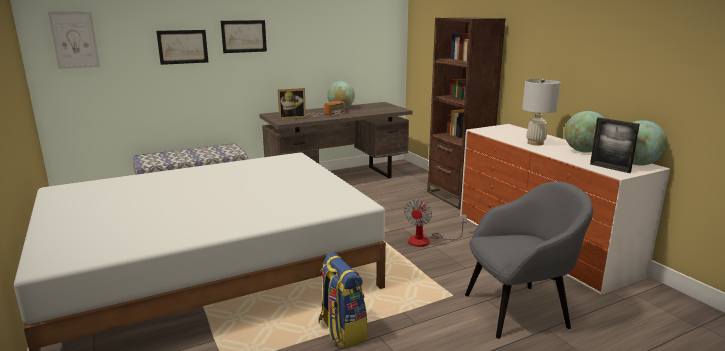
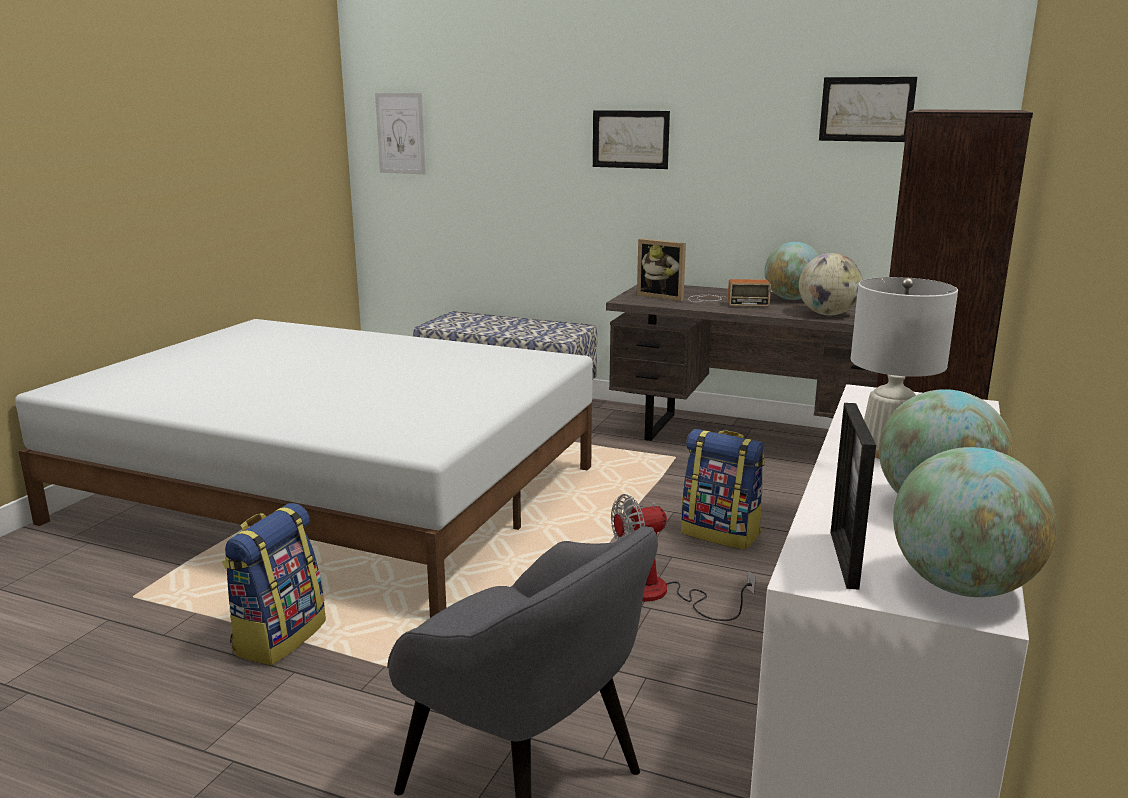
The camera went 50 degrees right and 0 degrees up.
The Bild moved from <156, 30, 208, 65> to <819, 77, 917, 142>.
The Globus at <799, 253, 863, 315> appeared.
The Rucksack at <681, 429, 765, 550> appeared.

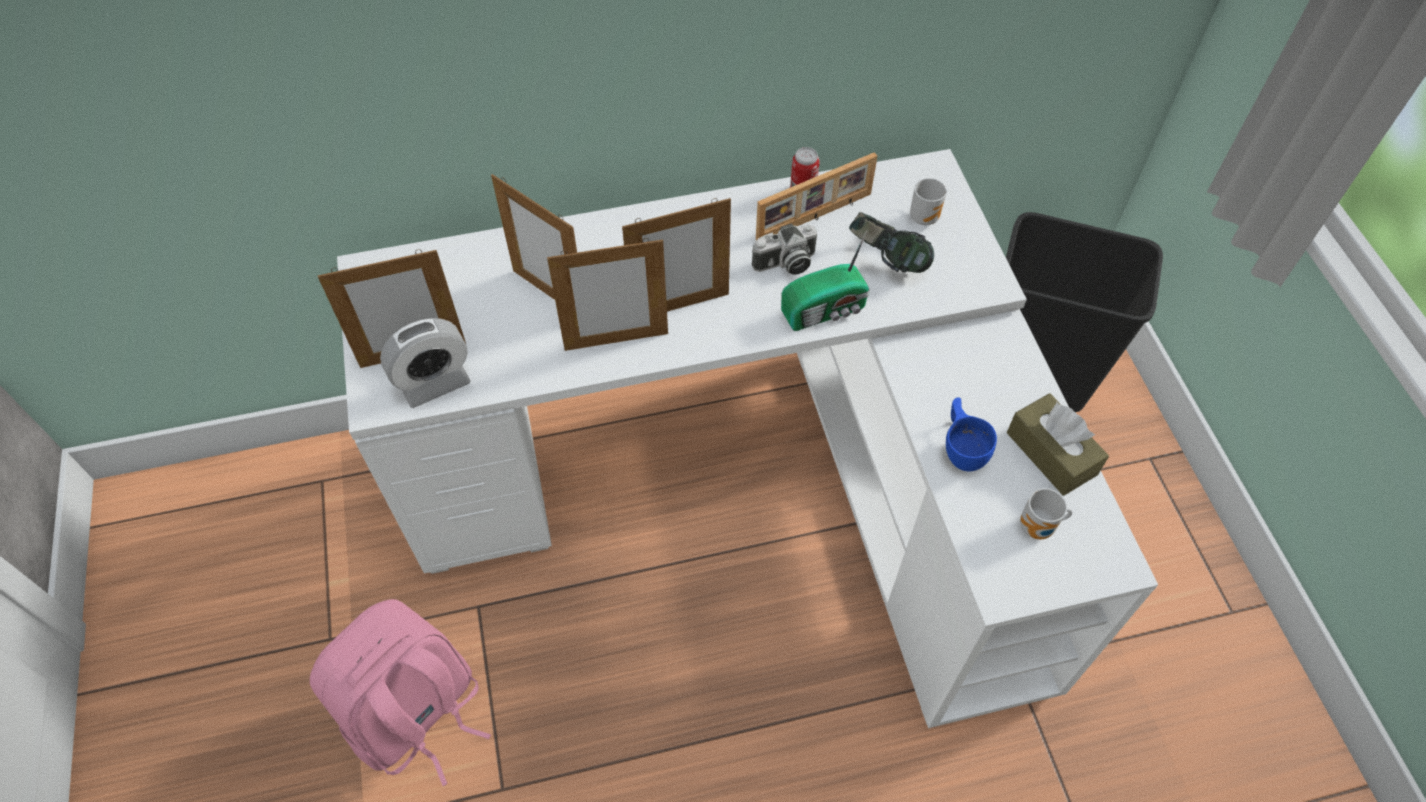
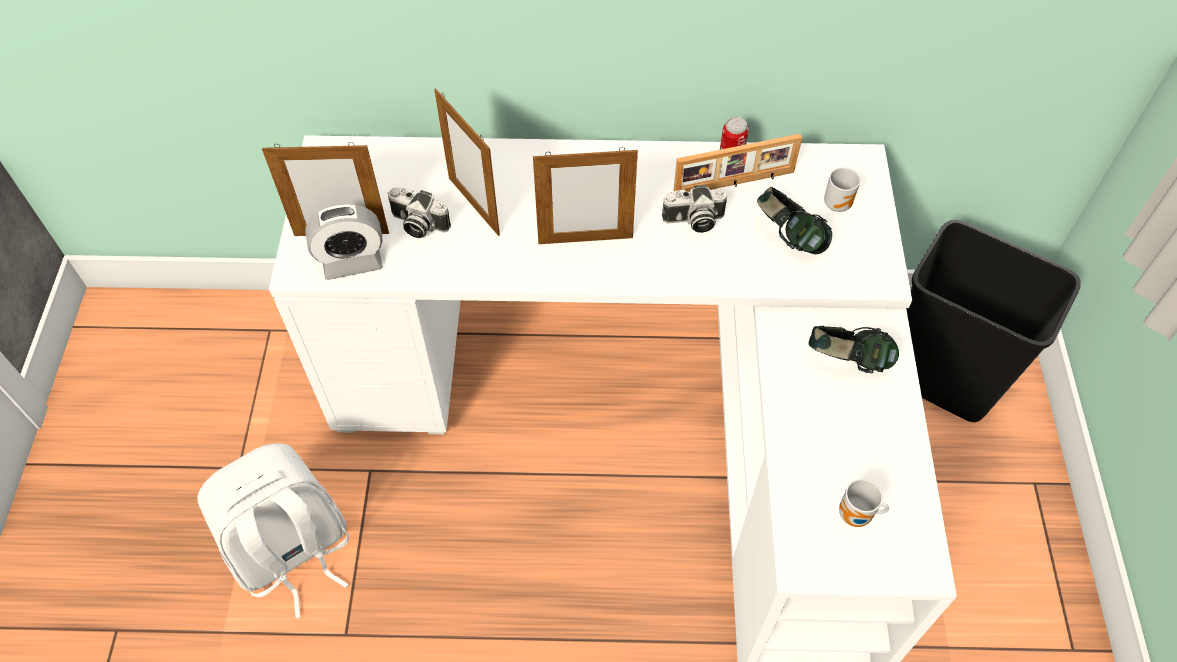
The camera went 15 degrees right and 0 degrees up.
The Radio at <781, 230, 870, 331> disappeared.
The Bilderrahmen at <547, 238, 668, 351> disappeared.
The Taschentuchbox (braun) at <1007, 393, 1109, 496> disappeared.
The Tasse (blau) at <946, 397, 997, 471> disappeared.
The Rucksack (rosa) at <310, 599, 491, 786> became the Rucksack (weiß) at <197, 443, 349, 618>.
The Kamera at <387, 188, 451, 238> appeared.
The Kopfhörer at <809, 326, 899, 373> appeared.

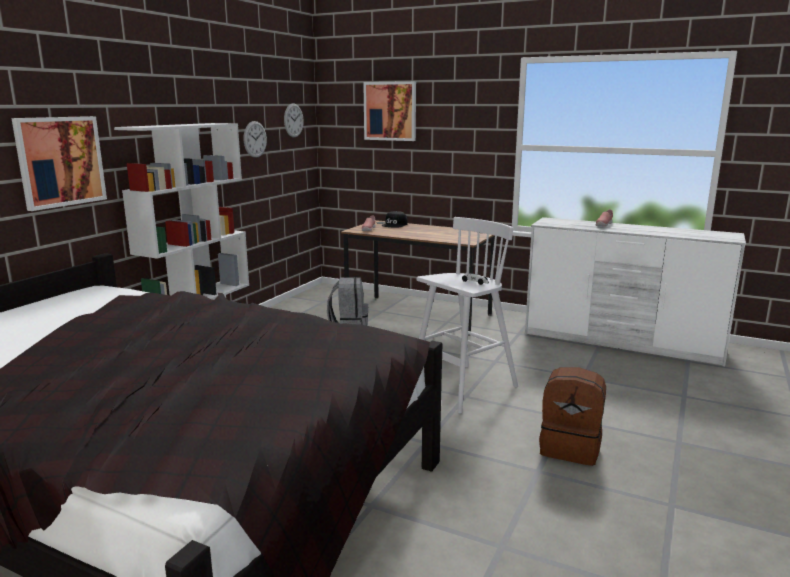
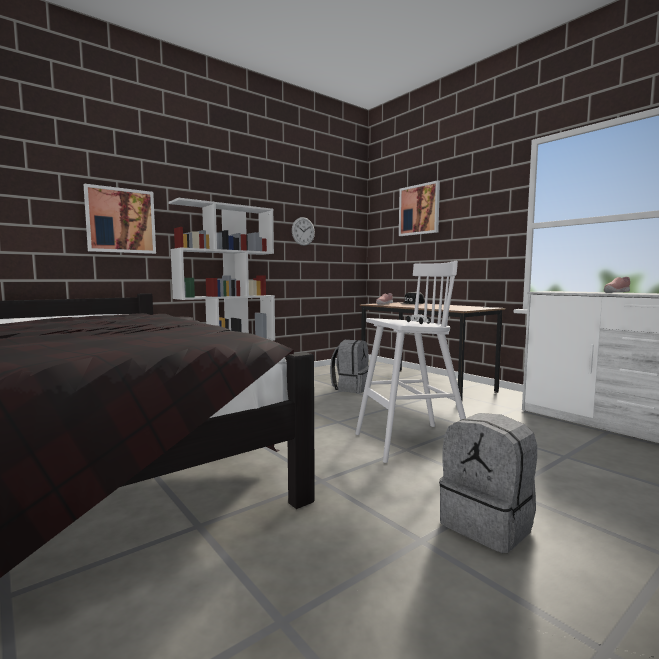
The camera went 25 degrees right and 10 degrees down.
The Wanduhr at <284, 103, 304, 137> disappeared.
The Rucksack (braun) at <539, 367, 606, 466> became the Rucksack (grau) at <439, 413, 537, 553>.

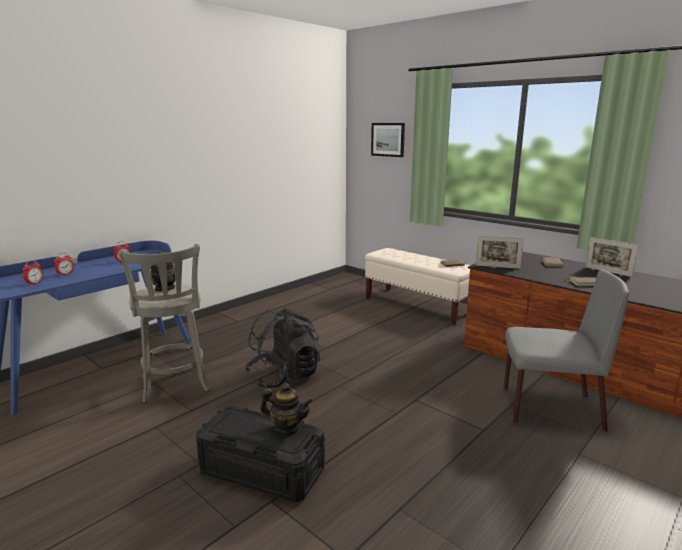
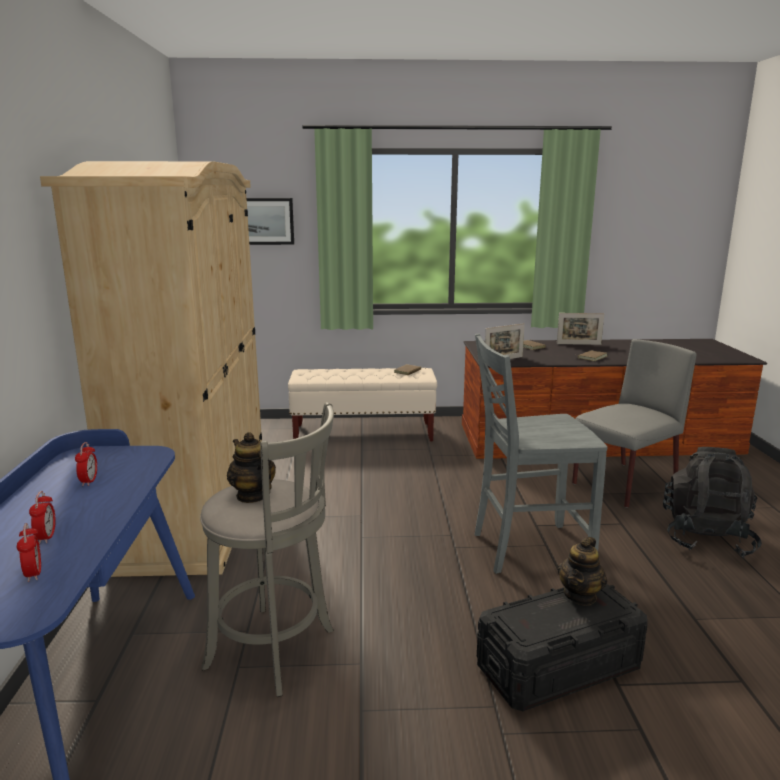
The camera went 45 degrees left and 0 degrees up.
The Rucksack (schwarz) moved from <245, 307, 320, 388> to <663, 447, 762, 558>.
The Teekanne at <260, 383, 313, 435> turned 150 degrees clockwise.
The Kleiderschrank (beige) at <40, 161, 262, 577> appeared.
The Stuhl (grau) at <475, 333, 607, 574> appeared.

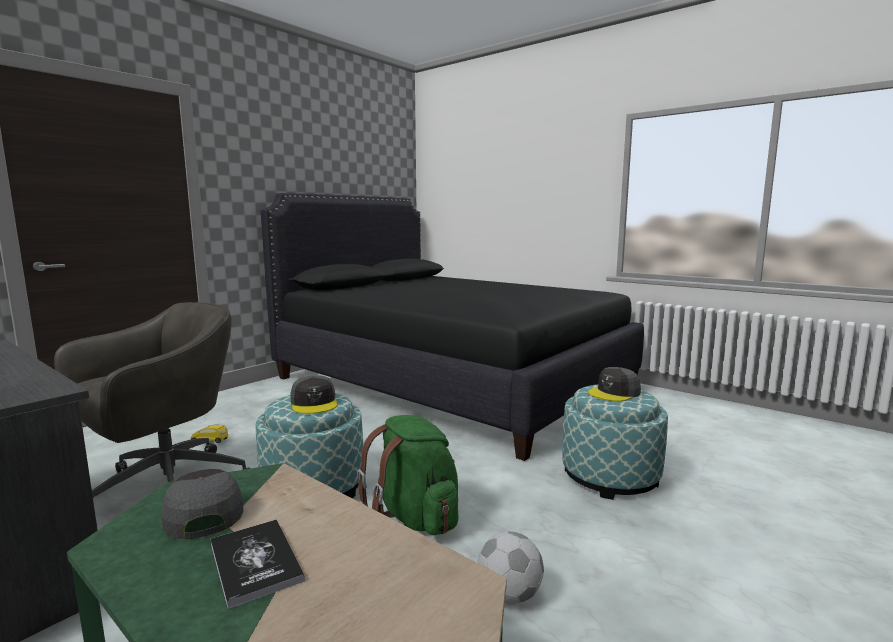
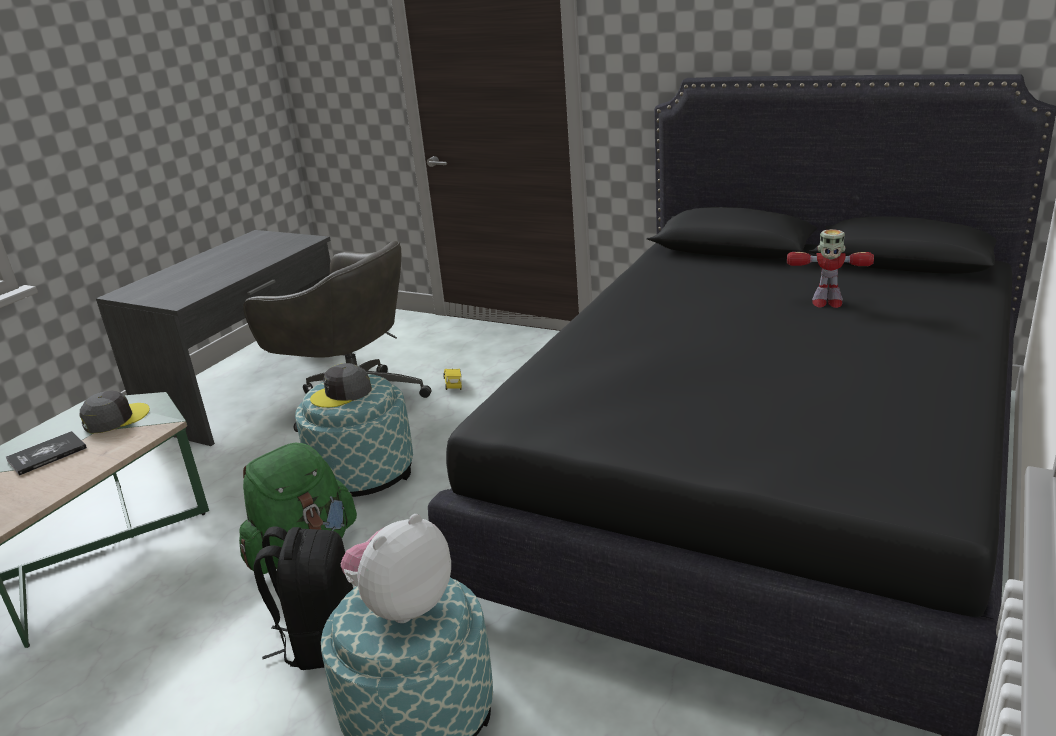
The camera went 80 degrees right and 15 degrees up.
The Kappe (grau) at <588, 367, 641, 401> was replaced by the Plüschtier at <341, 514, 451, 623>.
The Fußball at <477, 531, 544, 605> disappeared.
The Spielzeugroboter at <787, 229, 874, 308> appeared.
The Rucksack (schwarz) at <253, 526, 353, 670> appeared.

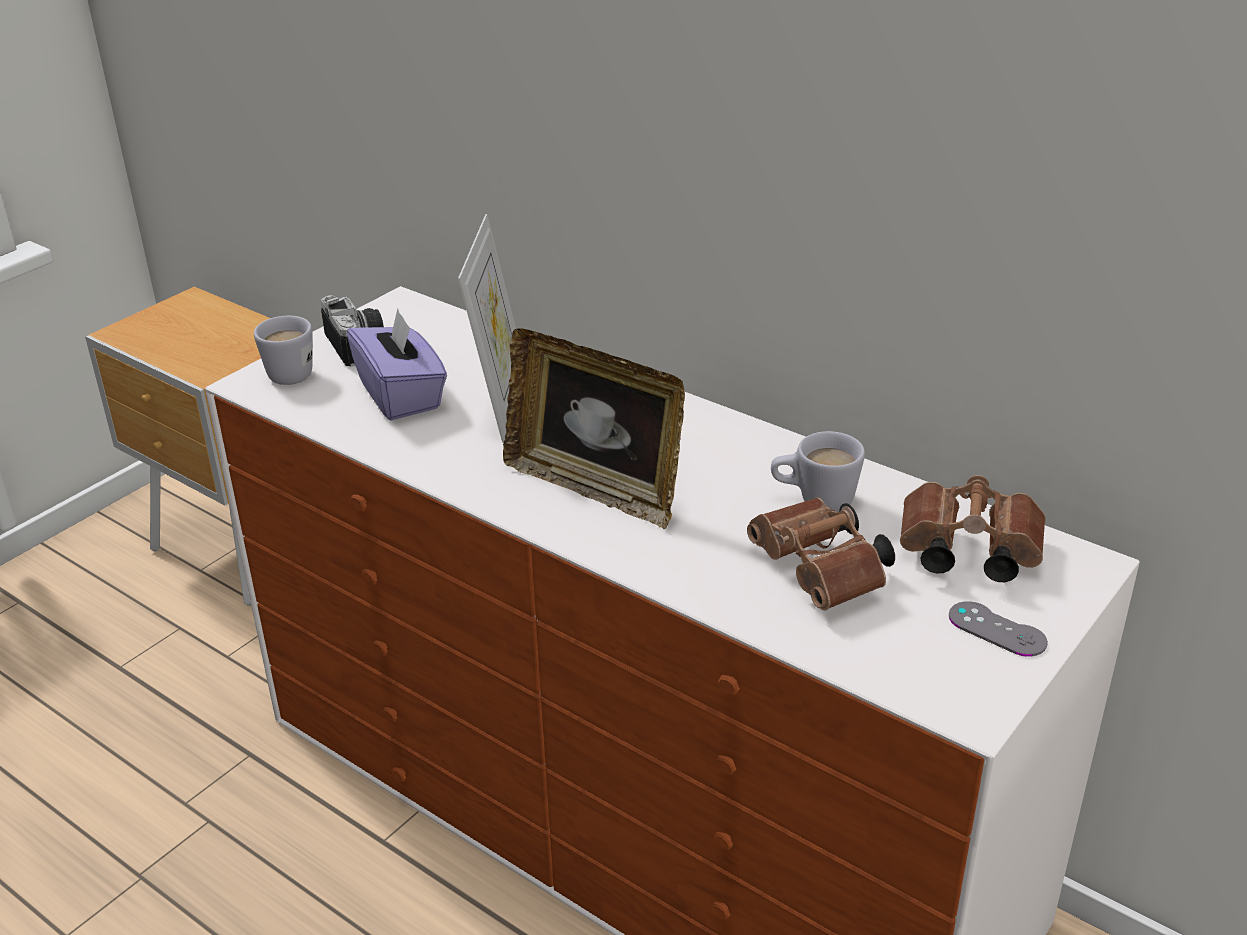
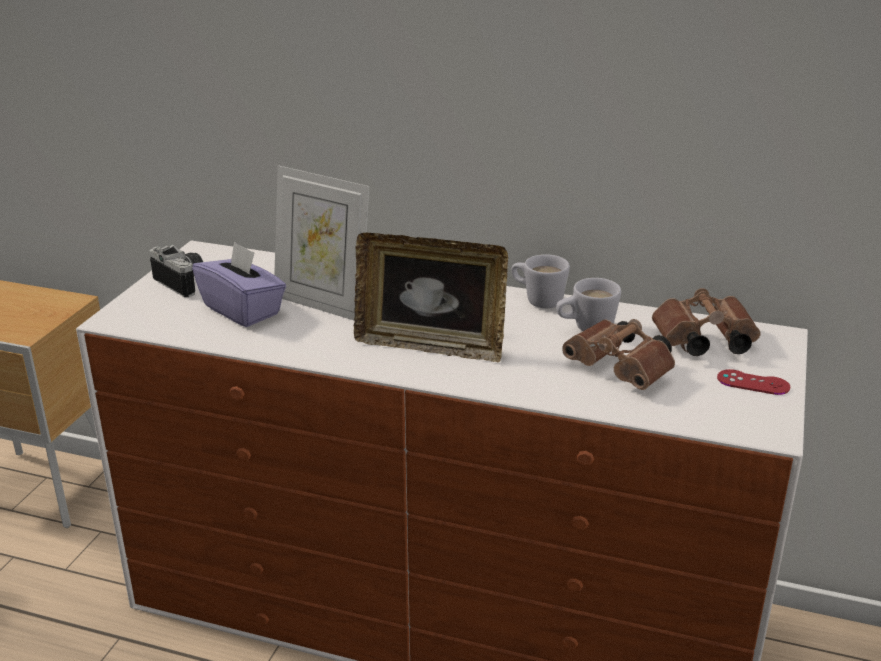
The camera went 20 degrees left and 5 degrees down.
The Bilderrahmen at <458, 214, 516, 443> turned 135 degrees clockwise.
The Henkelbecher (weiß) moved from <254, 316, 313, 385> to <511, 254, 570, 308>.
The Gamepad (grau) at <949, 601, 1048, 657> became the Gamepad (rot) at <717, 369, 790, 395>.

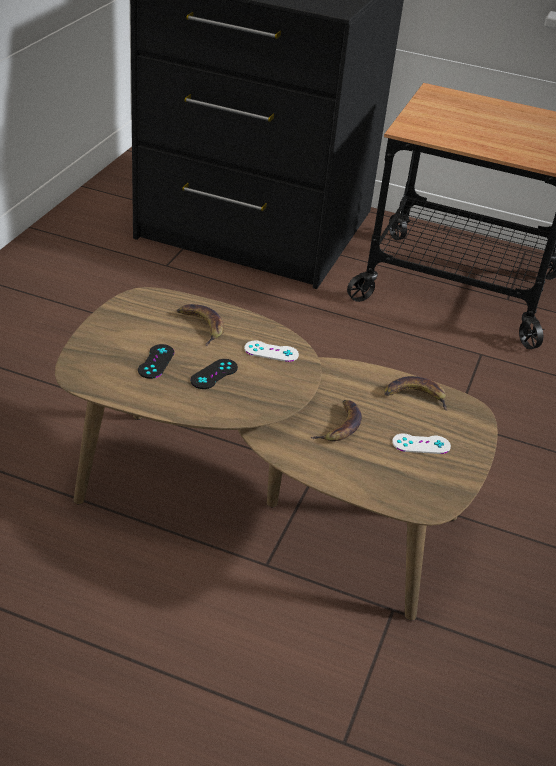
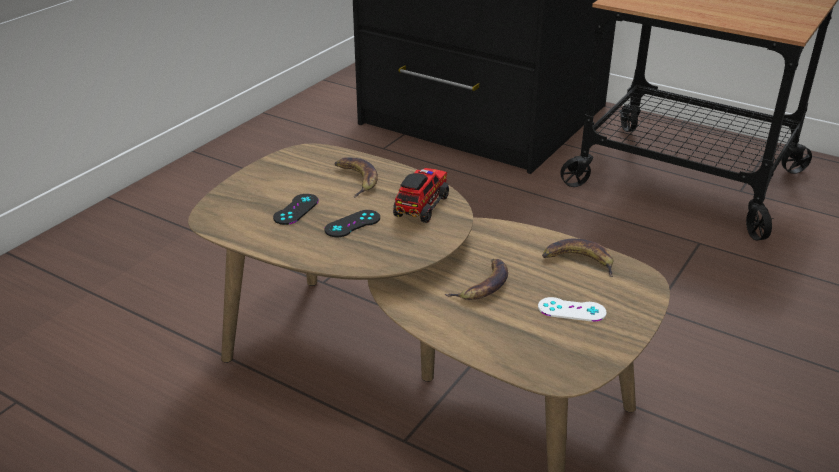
The camera went 15 degrees right and 5 degrees down.
The Gamepad (weiß) at <244, 340, 299, 362> was replaced by the Spielzeuglaster at <393, 168, 449, 223>.

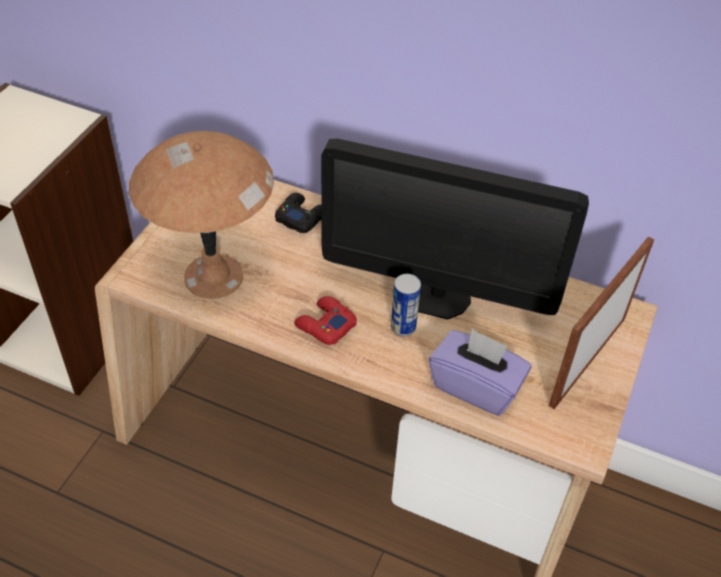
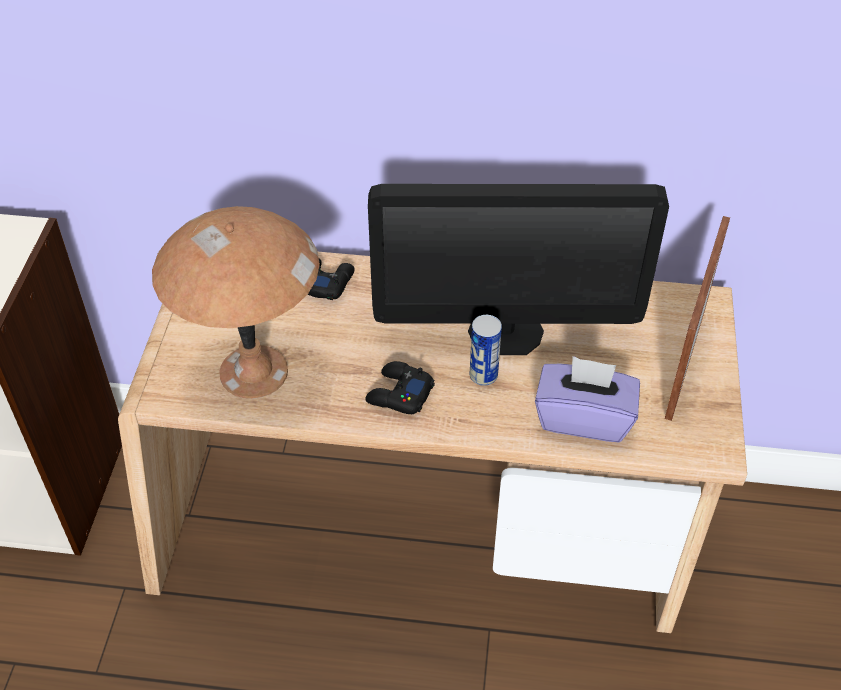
The camera went 15 degrees left and 0 degrees up.
The Gamepad (rot) at <294, 296, 357, 345> became the Gamepad (schwarz) at <365, 361, 435, 414>.

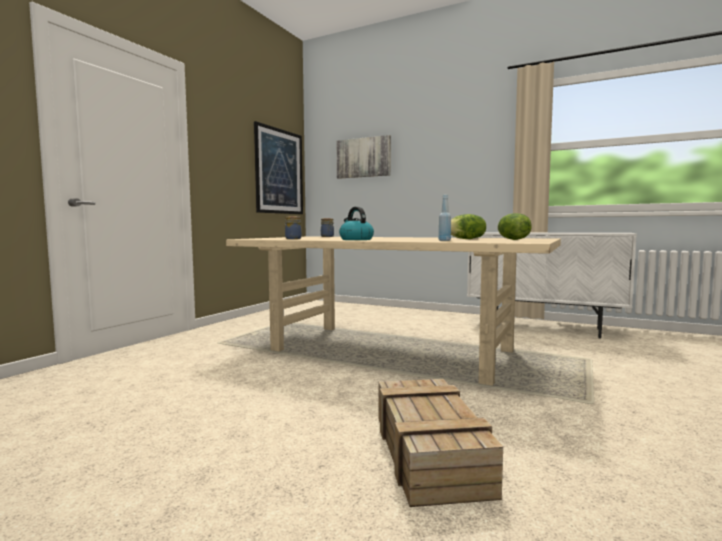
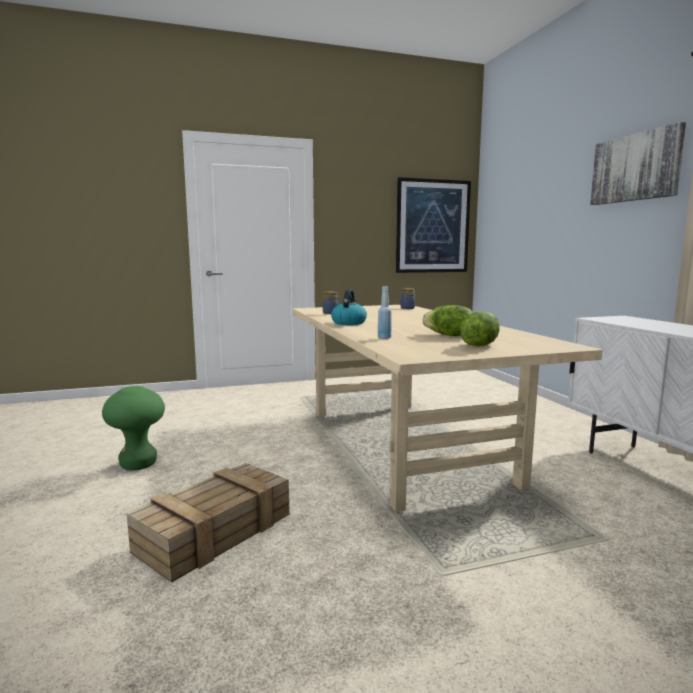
The camera went 45 degrees right and 5 degrees up.
The Bild moved from <337, 135, 391, 179> to <590, 122, 686, 205>.
The Hocker (grün) at <102, 386, 165, 470> appeared.

